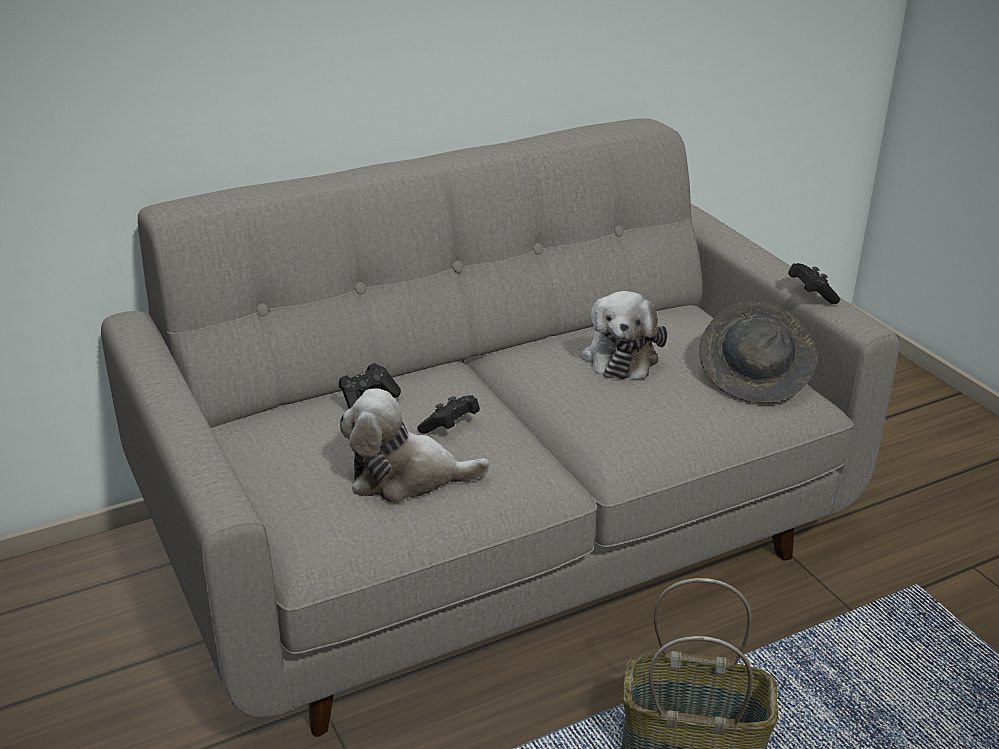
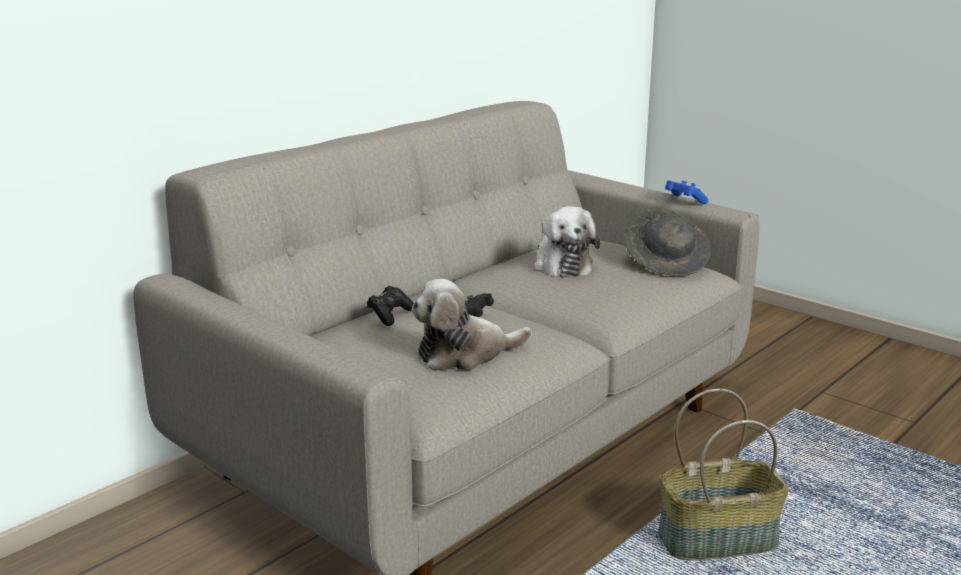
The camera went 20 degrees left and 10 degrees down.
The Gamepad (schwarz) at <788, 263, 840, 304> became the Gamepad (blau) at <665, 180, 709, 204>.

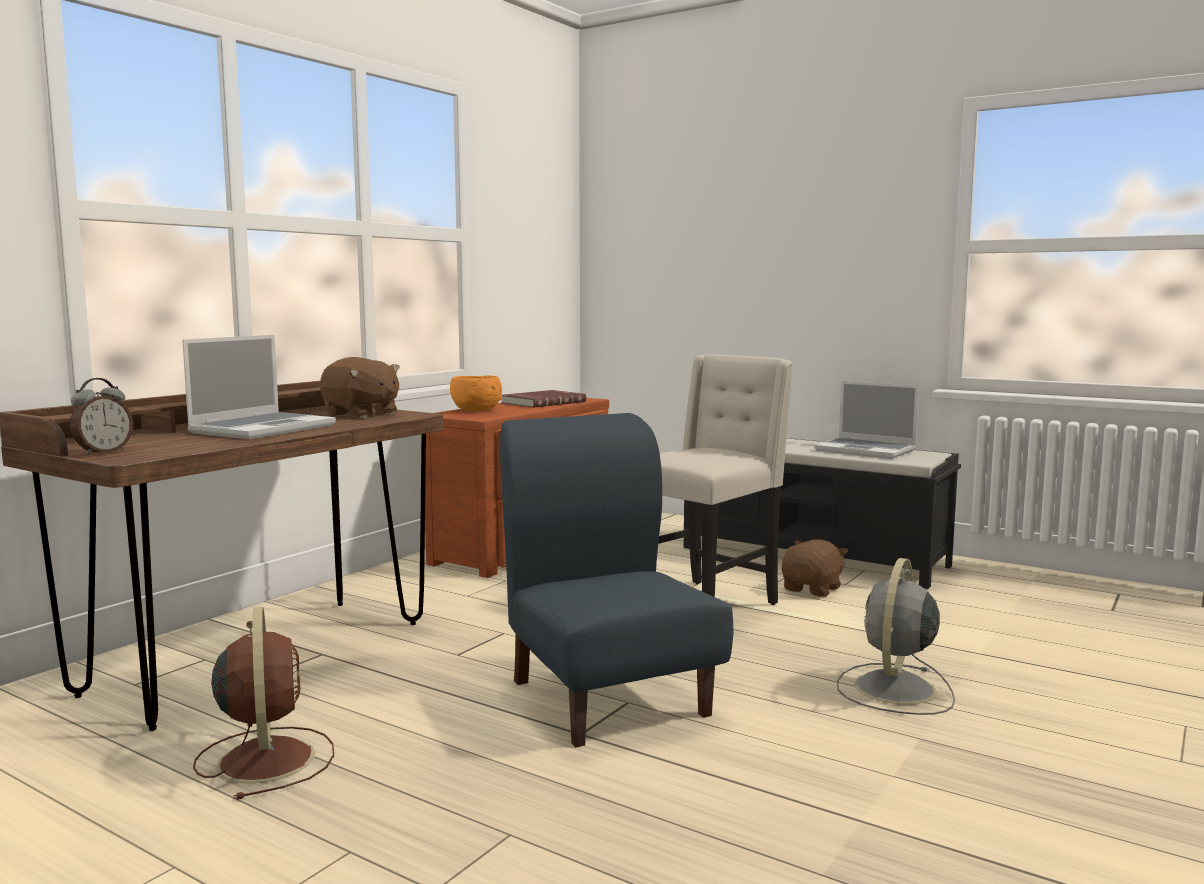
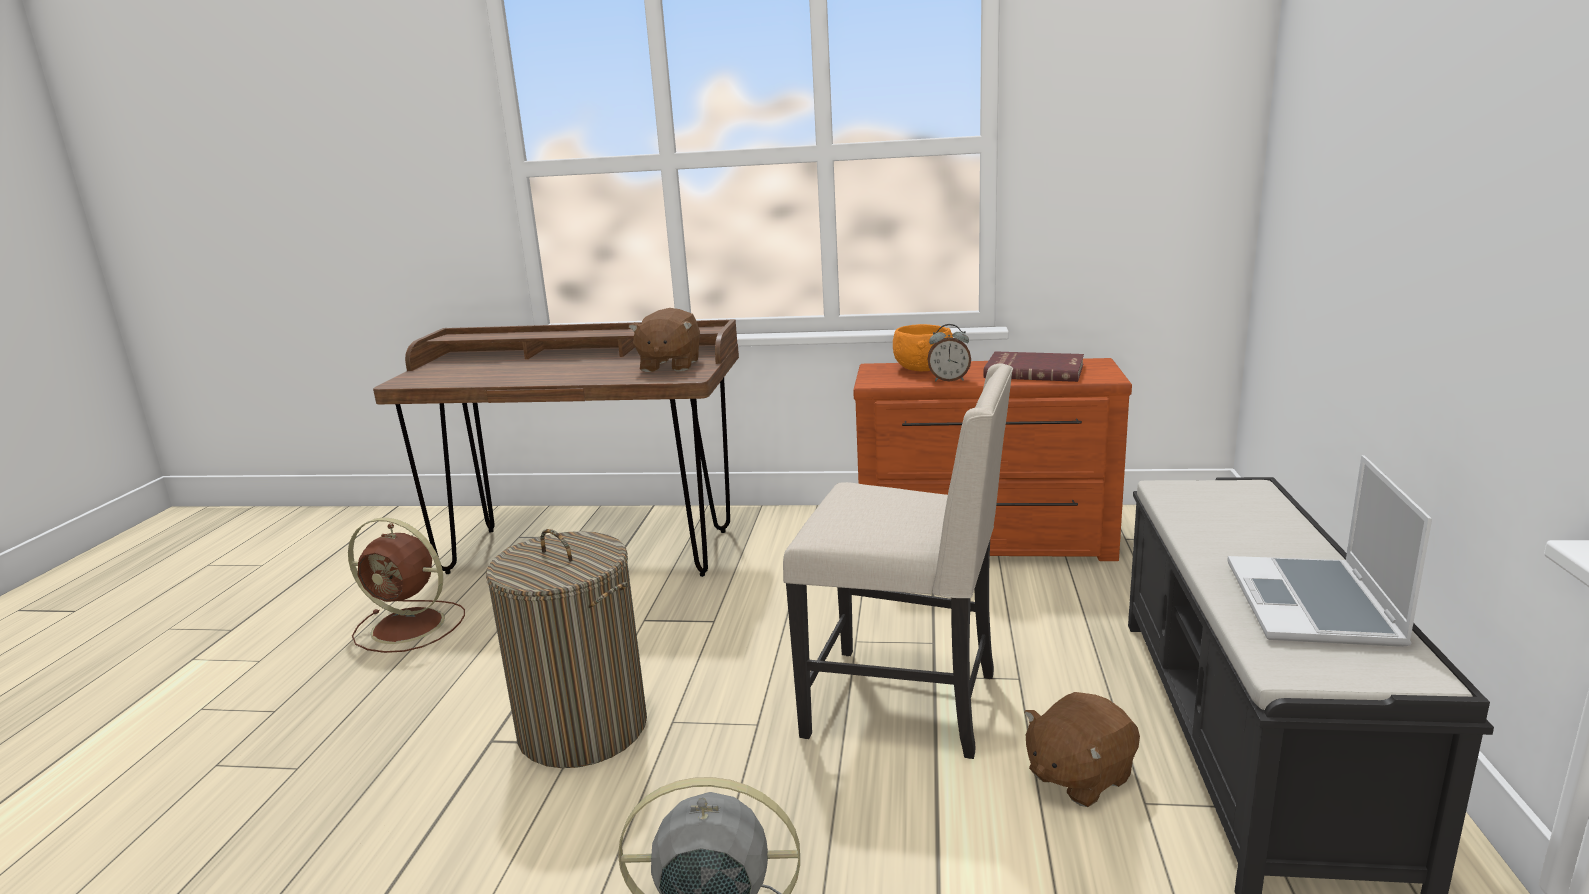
The camera went 65 degrees right and 10 degrees up.
The Laptop at <182, 335, 336, 439> disappeared.
The Wecker moved from <70, 378, 133, 455> to <928, 324, 971, 382>.
The Stuhl (blau) at <500, 413, 734, 747> was replaced by the Wäschekorb at <486, 529, 647, 768>.
The Plüschtier (braun) at <782, 539, 848, 597> turned 135 degrees clockwise.
The Ventilator (braun) at <193, 607, 334, 800> turned 60 degrees clockwise.

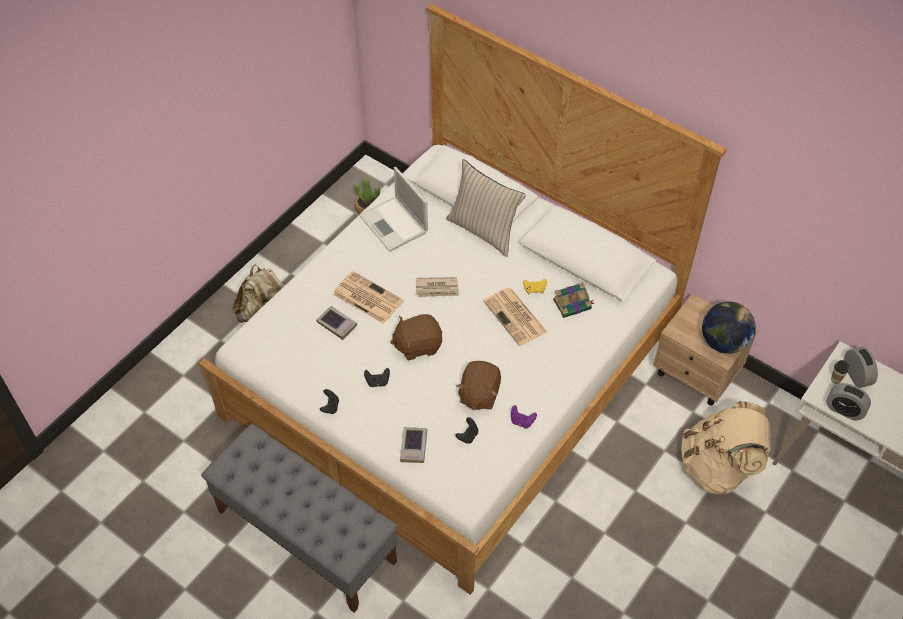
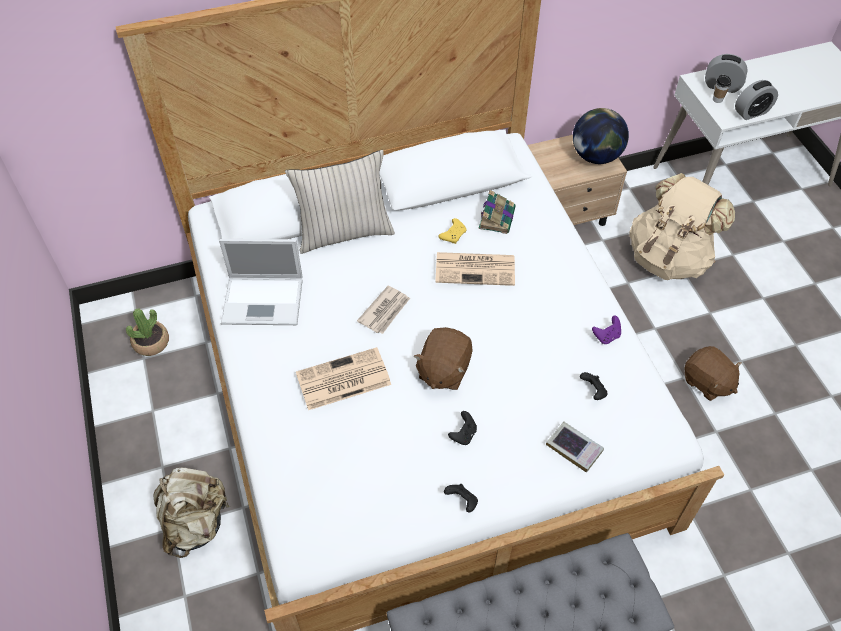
The camera went 55 degrees left and 0 degrees up.
The Buch at <316, 306, 357, 340> disappeared.
The Plüschtier (braun) moved from <456, 361, 501, 410> to <684, 346, 742, 401>.

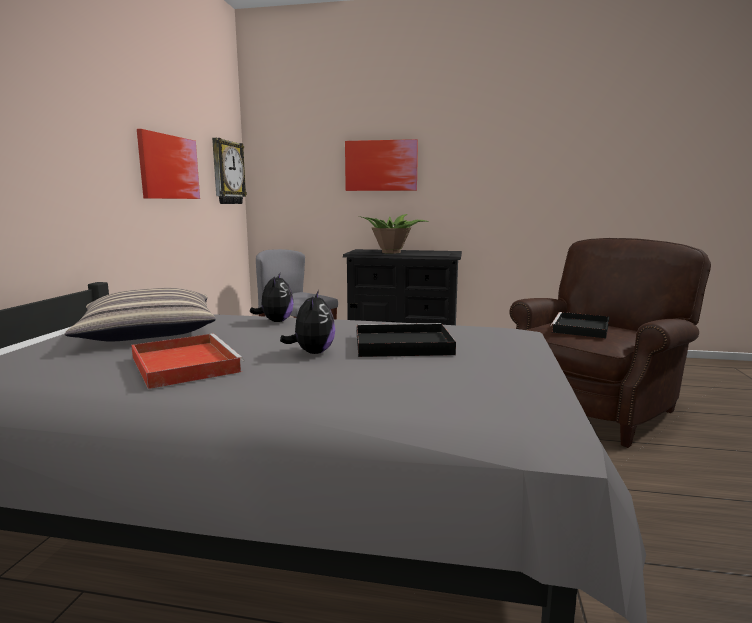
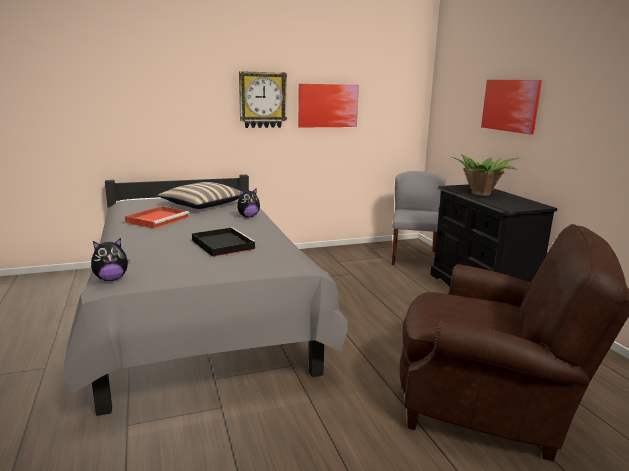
The camera went 60 degrees right and 5 degrees up.
The Wanduhr moved from <212, 138, 247, 204> to <239, 71, 287, 128>.
The Plüschtier moved from <280, 290, 335, 354> to <91, 238, 130, 281>.
The Tablett (schwarz) at <550, 312, 609, 338> disappeared.

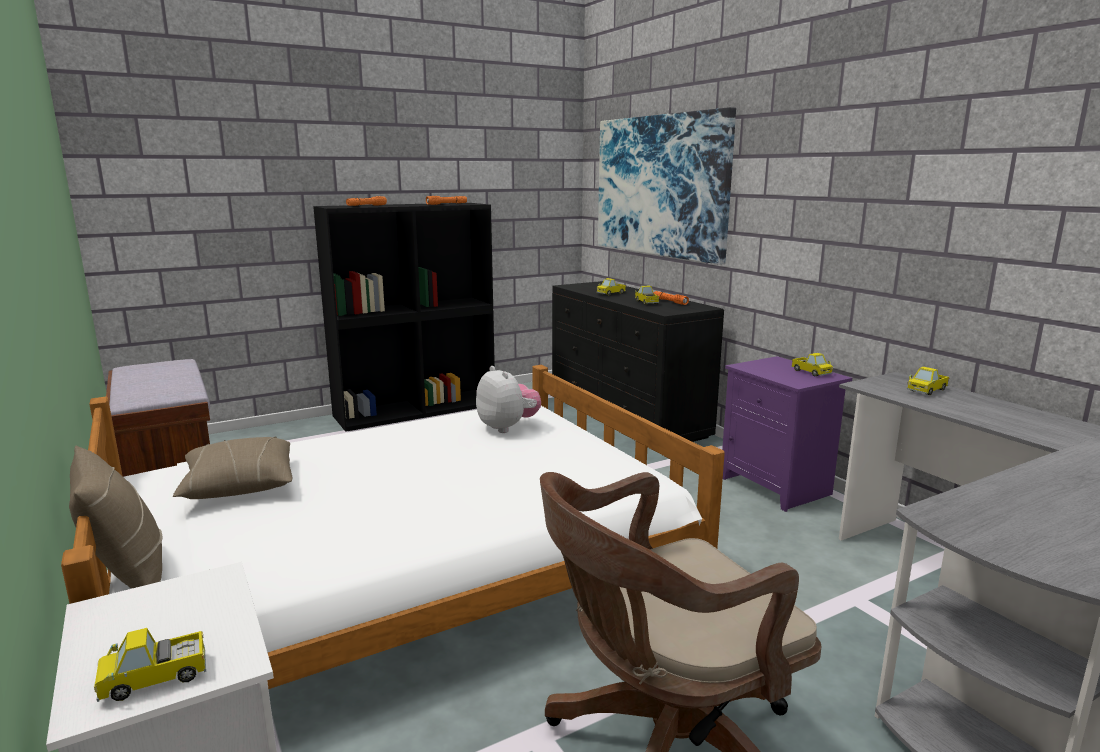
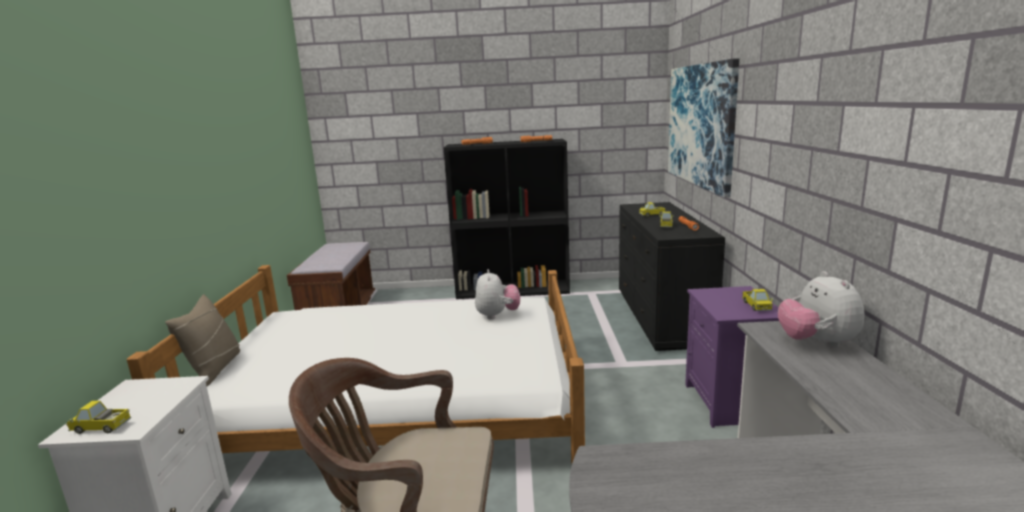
The camera went 30 degrees right and 0 degrees up.
The Spielzeuglaster at <907, 367, 949, 395> was replaced by the Plüschtier at <778, 271, 864, 348>.
The Kissen (beige) at <173, 436, 293, 499> disappeared.

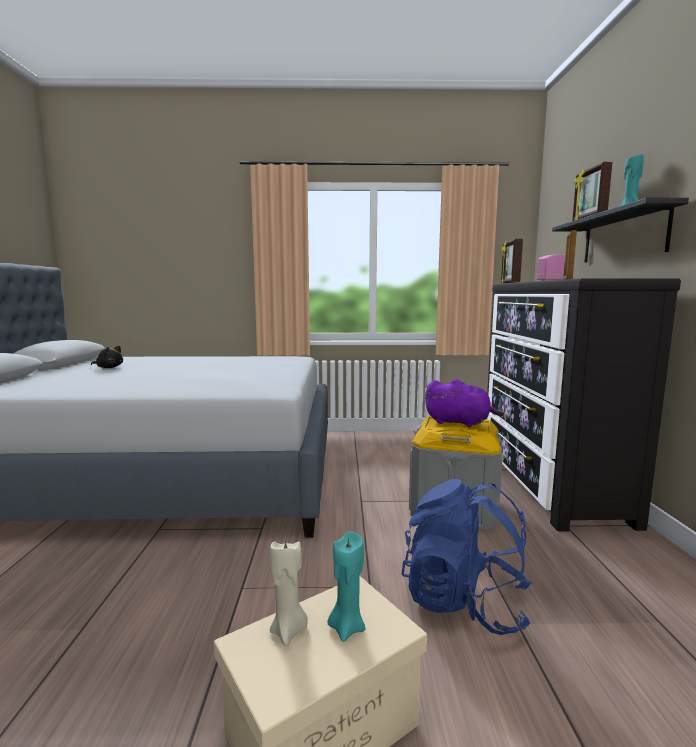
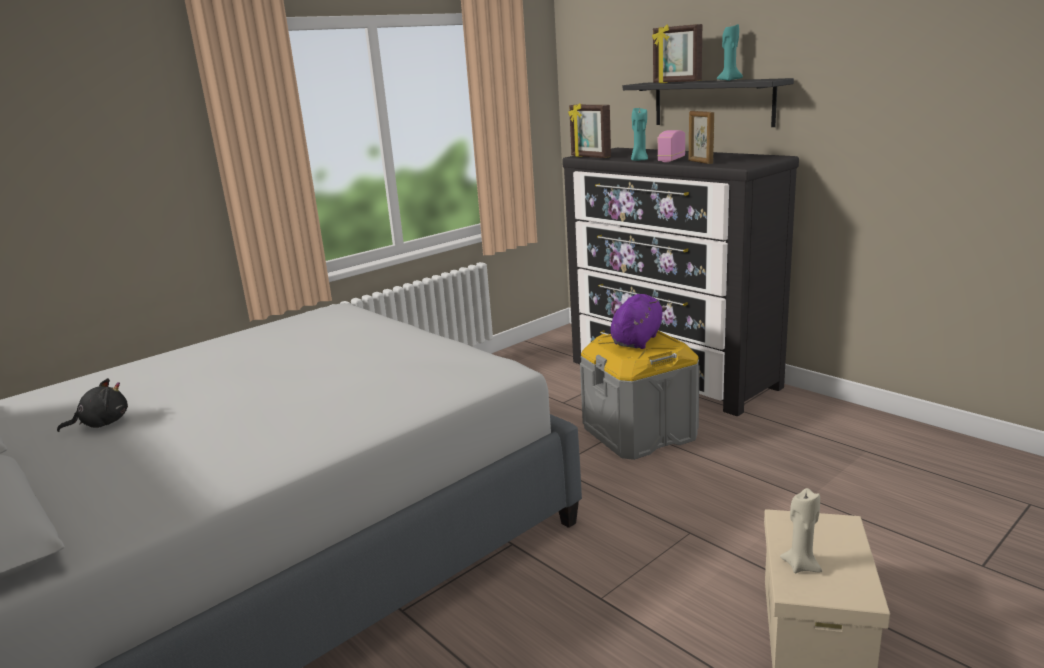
The camera went 40 degrees left and 10 degrees up.
The Plüschtier (lila) at <424, 379, 504, 427> turned 45 degrees counterclockwise.
The Rucksack (blau) at <402, 479, 532, 635> disappeared.
The Kerze (türkis) moved from <327, 531, 365, 642> to <631, 108, 648, 161>.

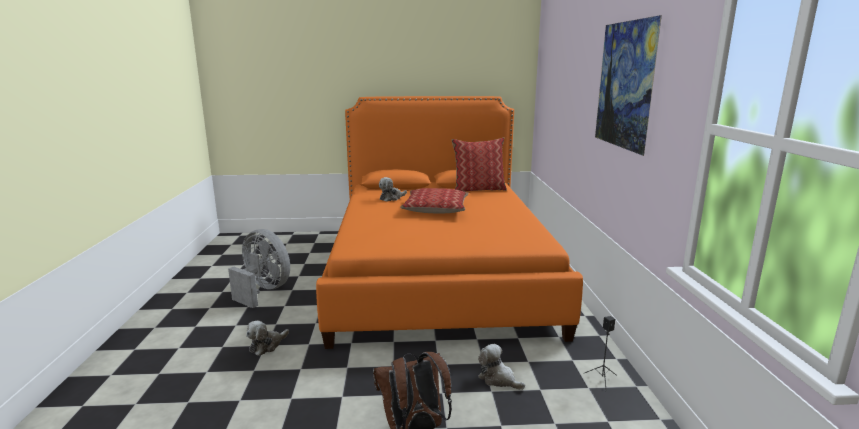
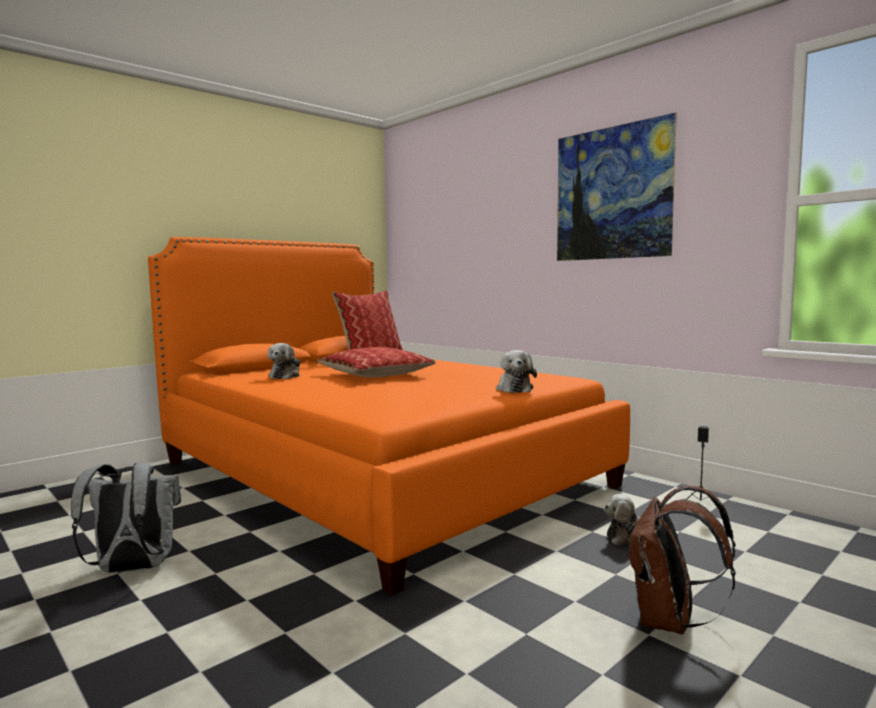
The camera went 40 degrees left and 10 degrees down.
The Ventilator (grau) at <228, 229, 290, 308> was replaced by the Rucksack (grau) at <71, 463, 181, 573>.
The Plüschtier moved from <246, 321, 289, 356> to <496, 350, 537, 393>.

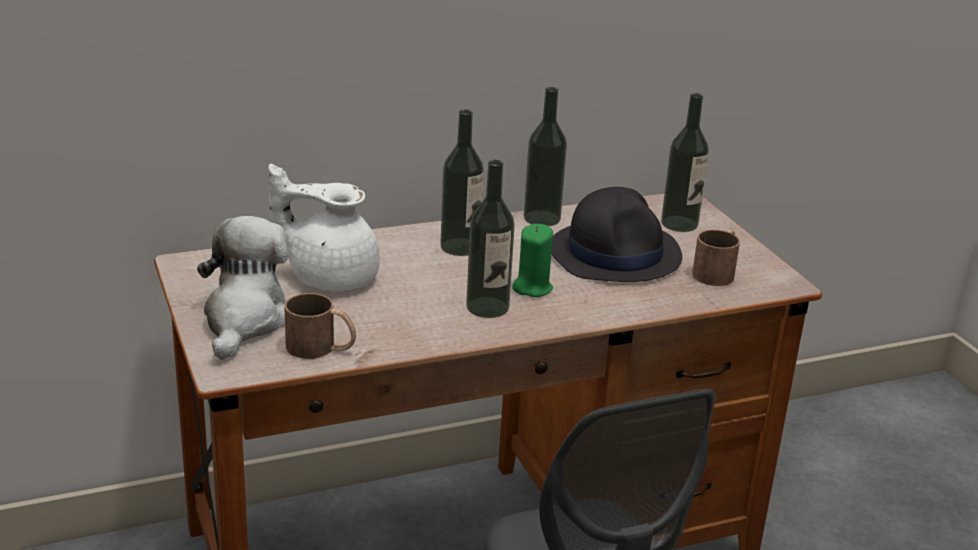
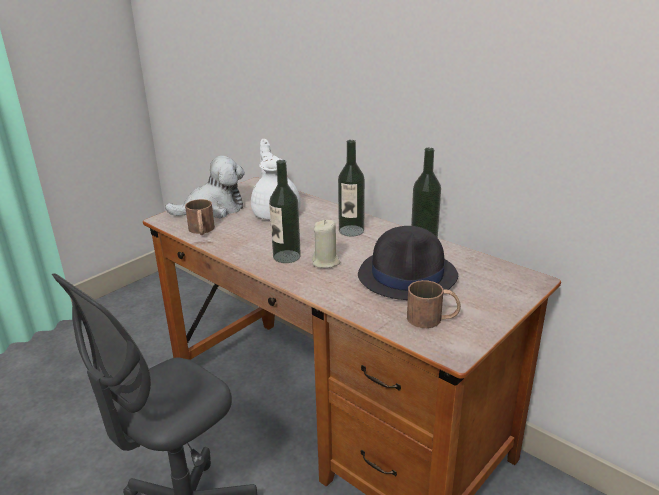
The camera went 65 degrees right and 0 degrees up.
The Flasche at <661, 93, 709, 232> disappeared.
The Kerze (grün) at <512, 224, 553, 297> became the Kerze (beige) at <312, 220, 340, 268>.

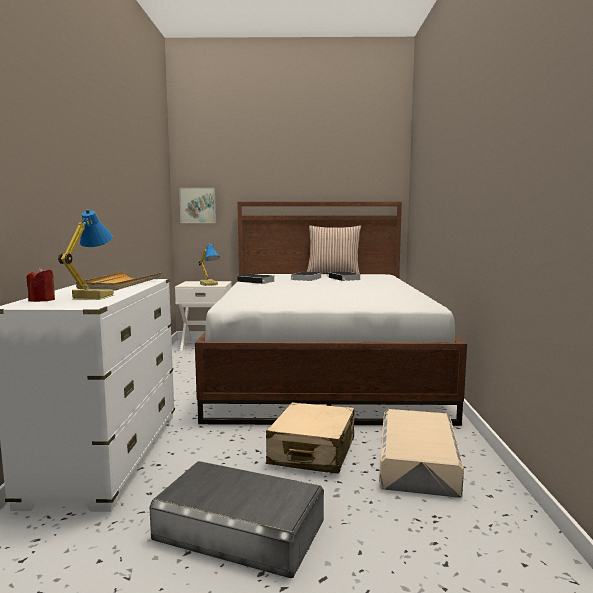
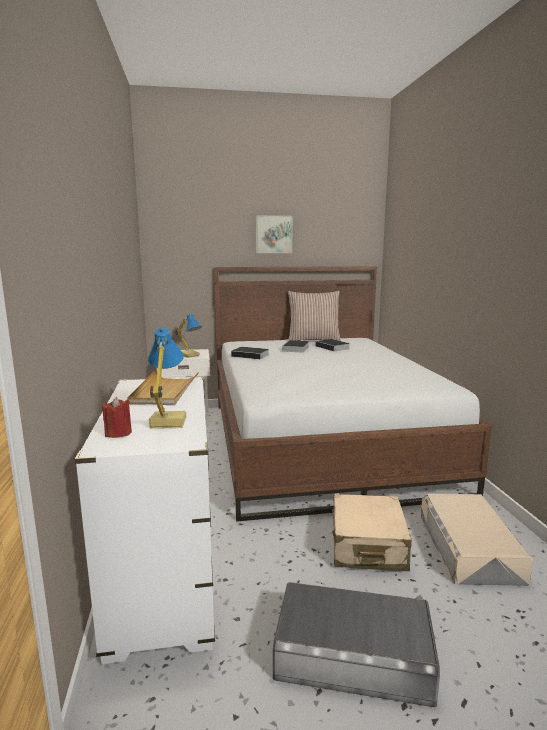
The camera went 10 degrees left and 5 degrees up.
The Bild moved from <179, 188, 216, 223> to <256, 215, 293, 253>.

